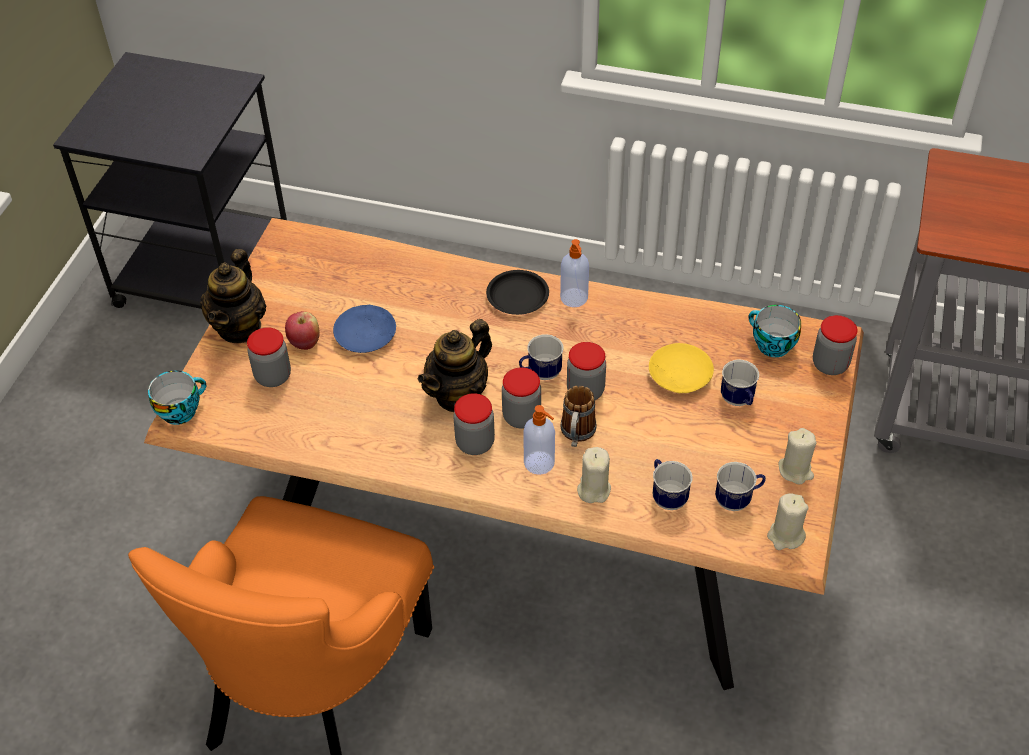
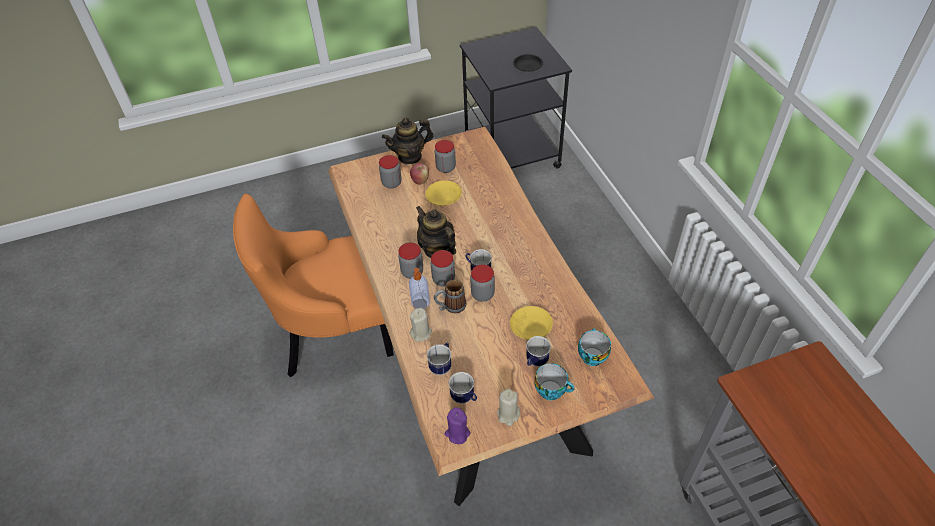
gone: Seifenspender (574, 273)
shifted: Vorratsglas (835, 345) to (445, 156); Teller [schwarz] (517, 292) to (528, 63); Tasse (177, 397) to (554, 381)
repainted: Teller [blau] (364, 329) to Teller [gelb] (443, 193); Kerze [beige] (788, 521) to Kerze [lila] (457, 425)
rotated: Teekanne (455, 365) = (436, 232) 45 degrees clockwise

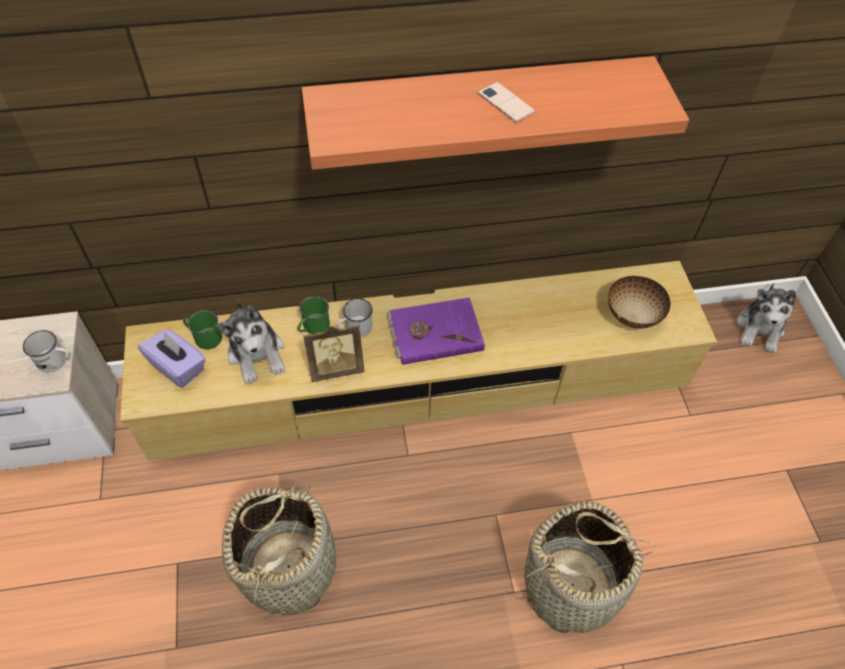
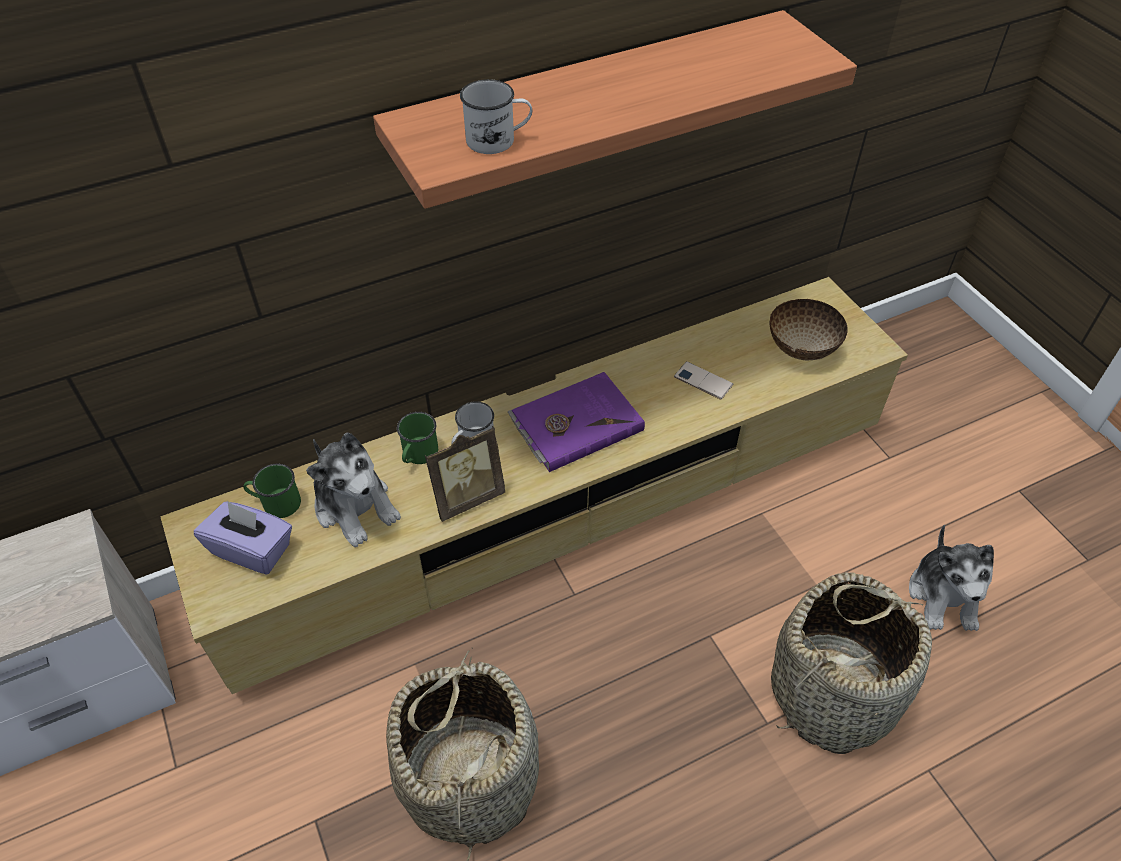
shifted: Henkelbecher [weiß] (47, 351) to (496, 116); Handy (506, 102) to (703, 381); Plüschtier (766, 318) to (951, 578)

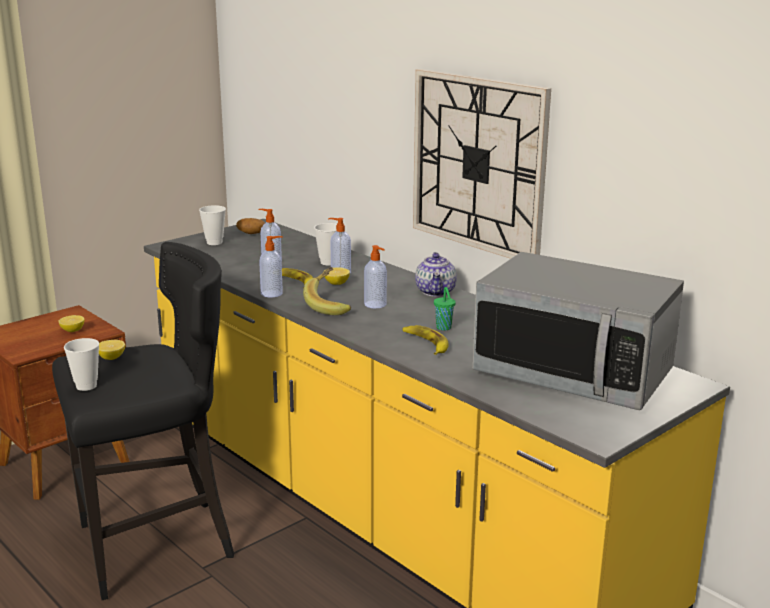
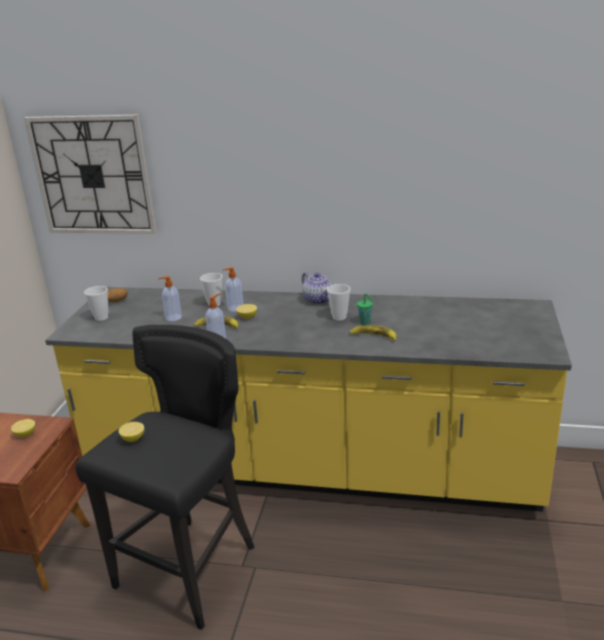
gone: Banane (327, 291); Seifenspender (375, 276); Mikrowelle (578, 331)
shifted: Wanduhr (482, 164) to (90, 174); Tasse (81, 364) to (338, 302)

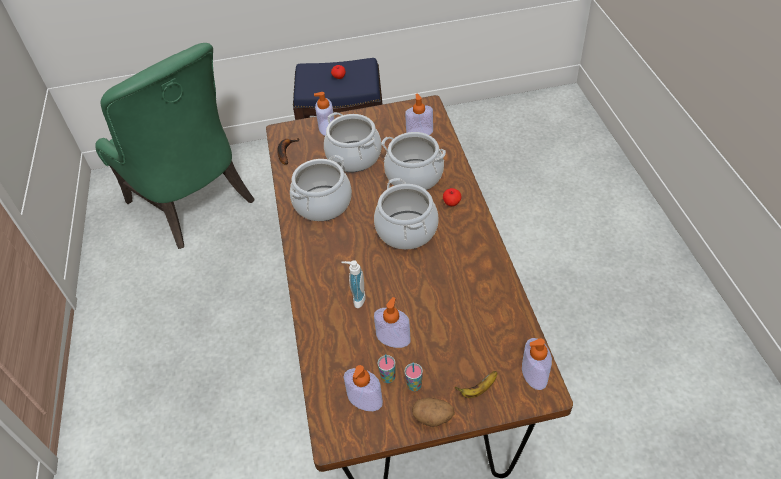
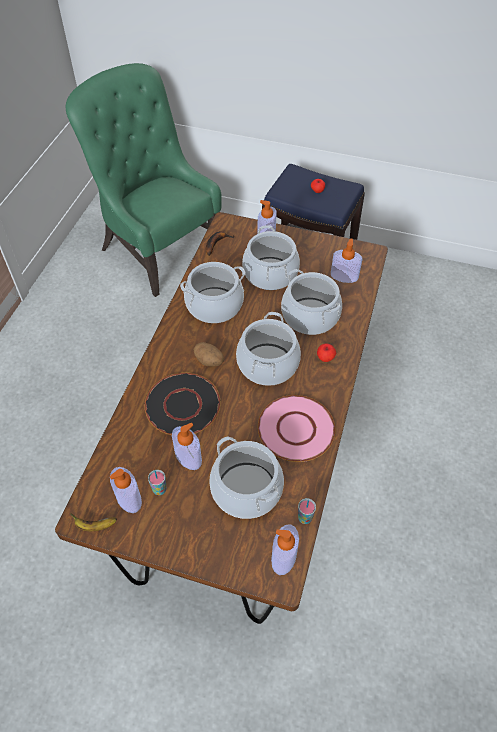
new: Kochtopf (246, 477); Teller [rosa] (296, 428)
shifted: Banane (476, 384) to (93, 522); Kartoffel (433, 412) to (208, 354); Tasse (413, 377) to (307, 511)
swapped: Seifenspender (353, 284) to Teller [schwarz] (183, 404)
rotated: Stuhl [grün] (175, 146) = (144, 180) 150 degrees clockwise

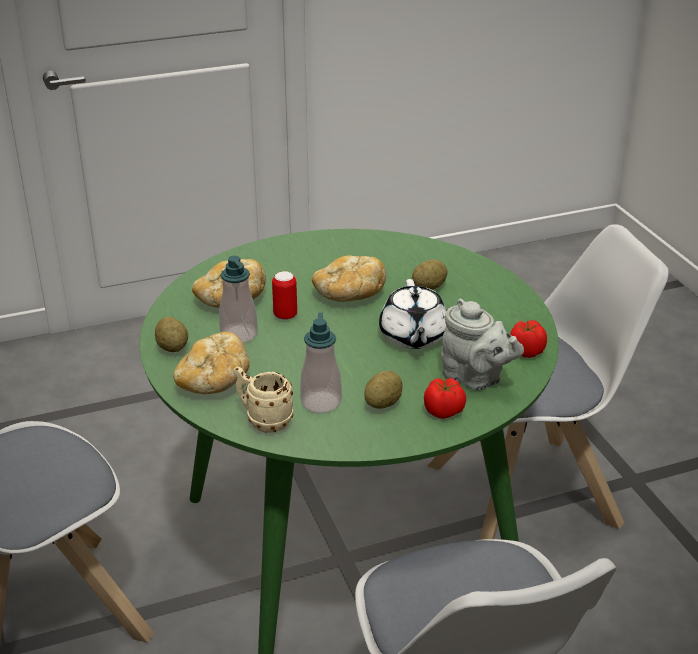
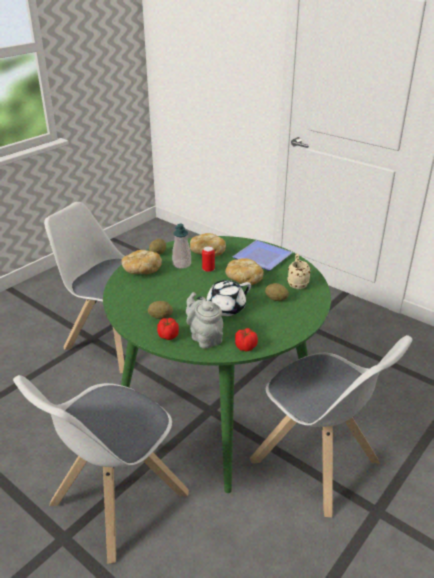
gone: Seifenspender (321, 362)
new: Teller (262, 255)
shifted: Henkelbecher [beige] (263, 400) to (299, 271)
rotated: Teekanne [grau] (482, 344) = (204, 320) 135 degrees clockwise

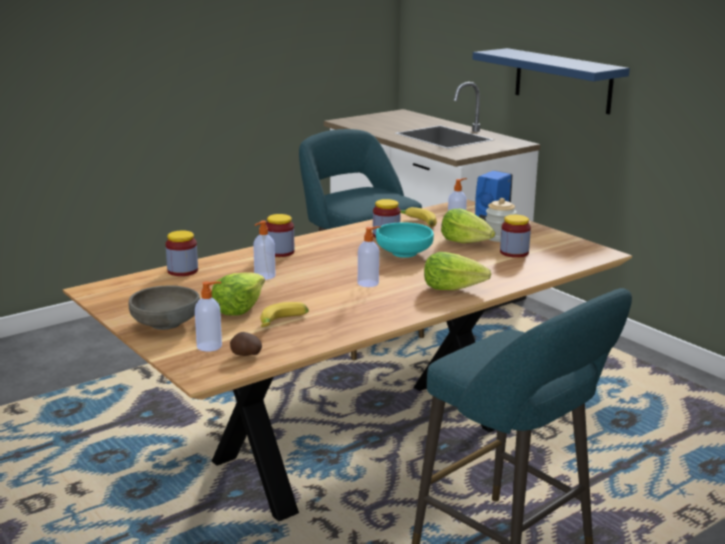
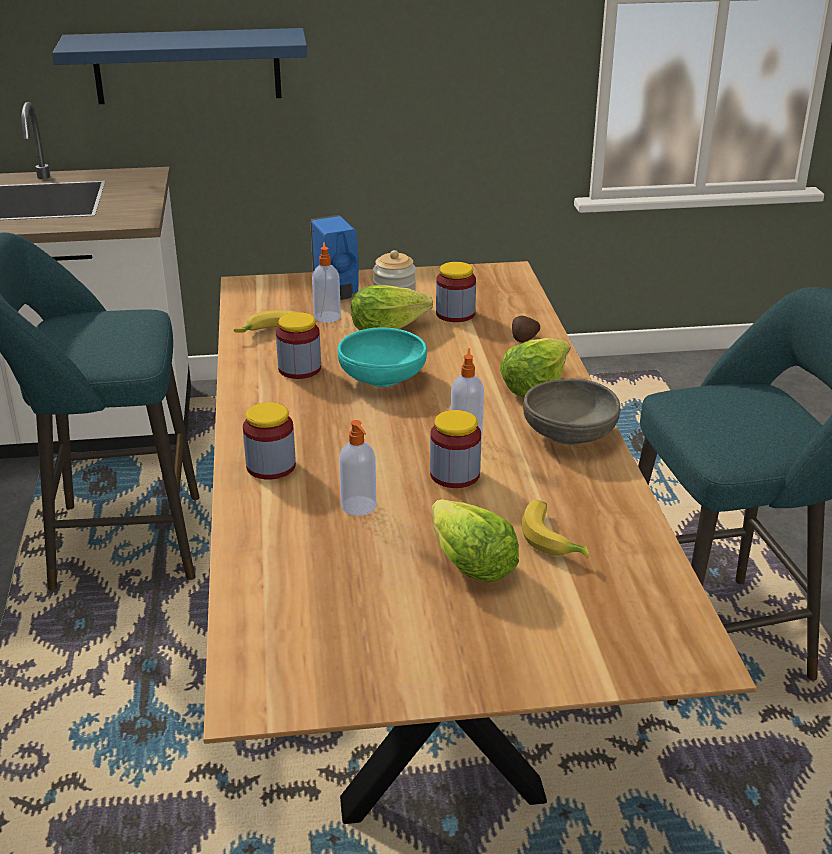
gone: Seifenspender (208, 316)
shifted: Vorratsglas (182, 253) to (455, 449); Kartoffel (246, 344) to (526, 329); Schüssel [grau] (164, 308) to (571, 412)

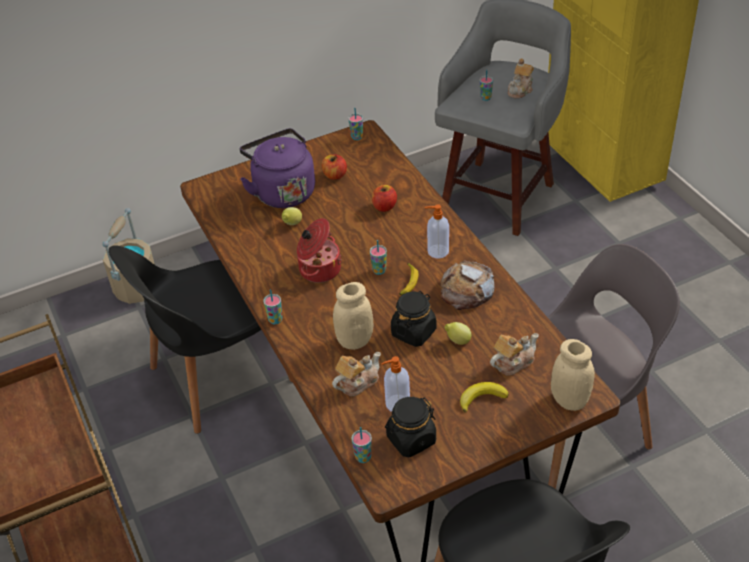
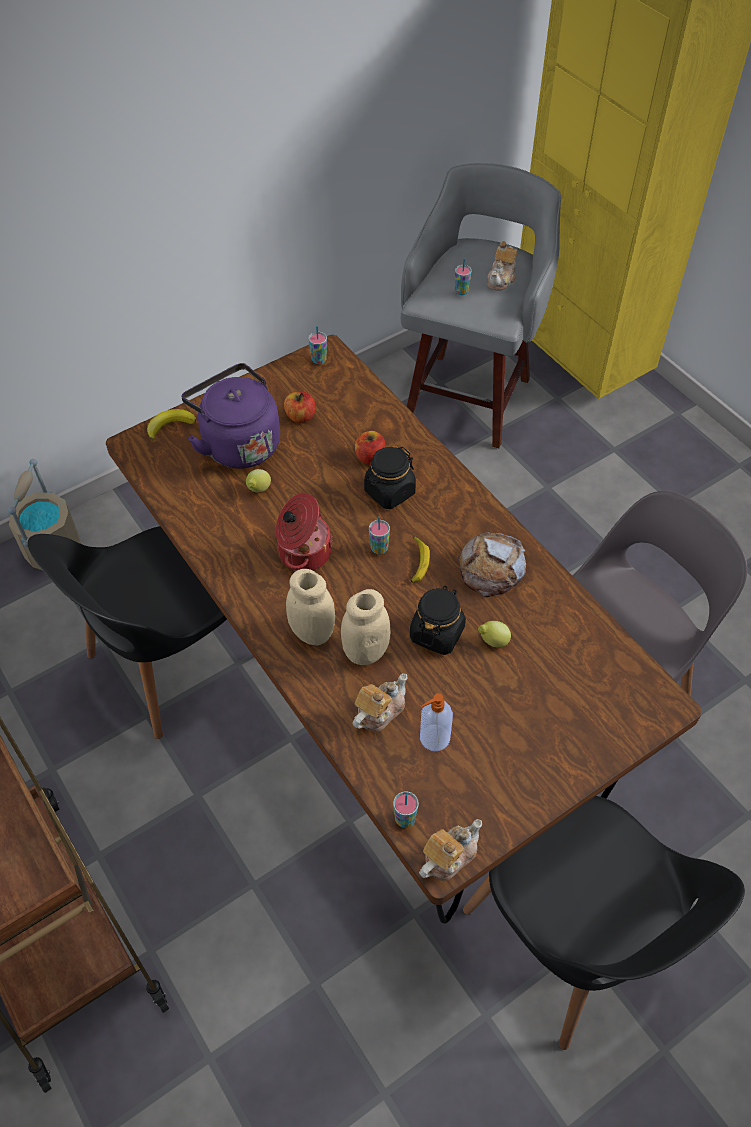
gone: Tasse (272, 306); Seifenspender (437, 231)
shifted: Banane (484, 397) to (171, 425); Vorratsglas [beige] (573, 375) to (310, 607); Vorratsglas [schwarz] (410, 427) to (390, 478); Teekanne (514, 354) to (450, 850)

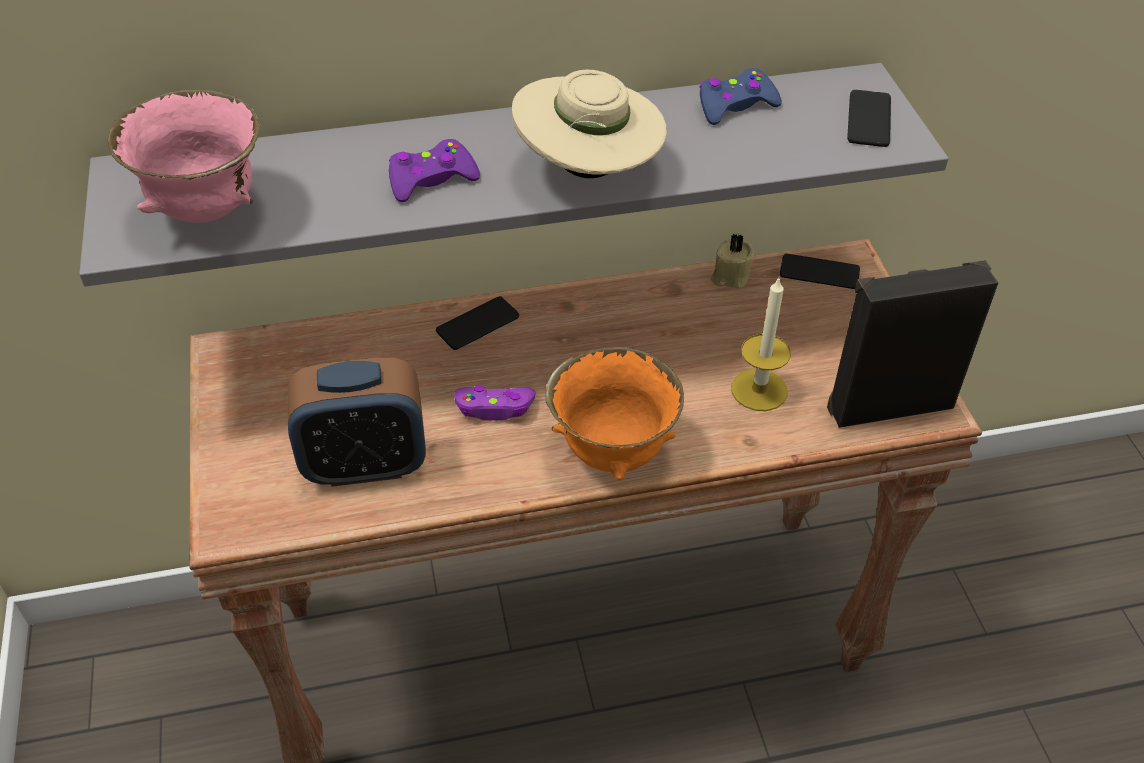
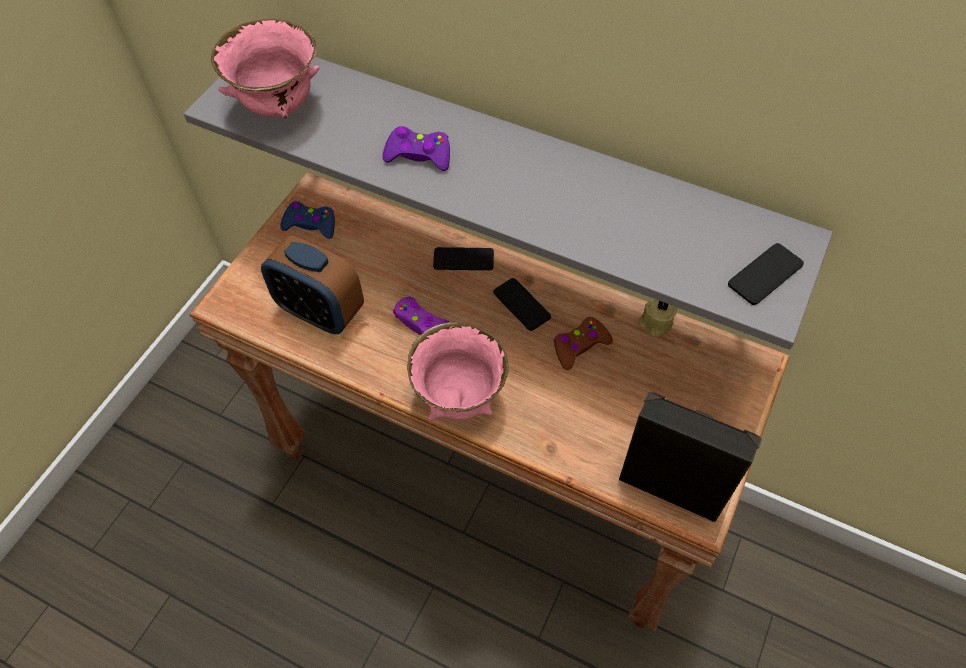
gone: Hut [beige] (589, 124); Kerze (761, 343)
new: Gamepad [braun] (583, 343)
shifted: Gamepad [blau] (740, 96) to (307, 220); Handy (820, 271) to (522, 304)
repainted: Schüssel [orange] (614, 413) to Schüssel [rosa] (458, 371)

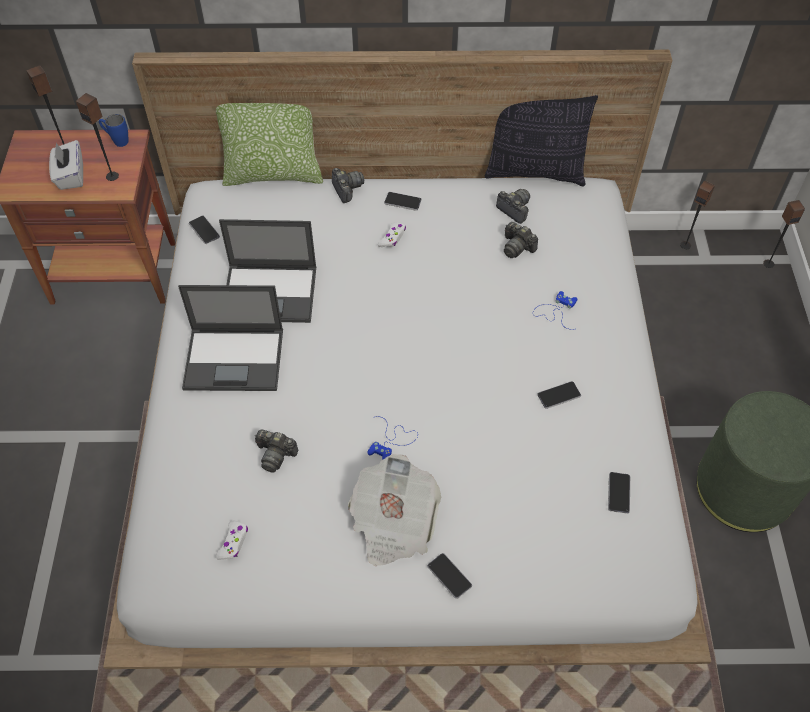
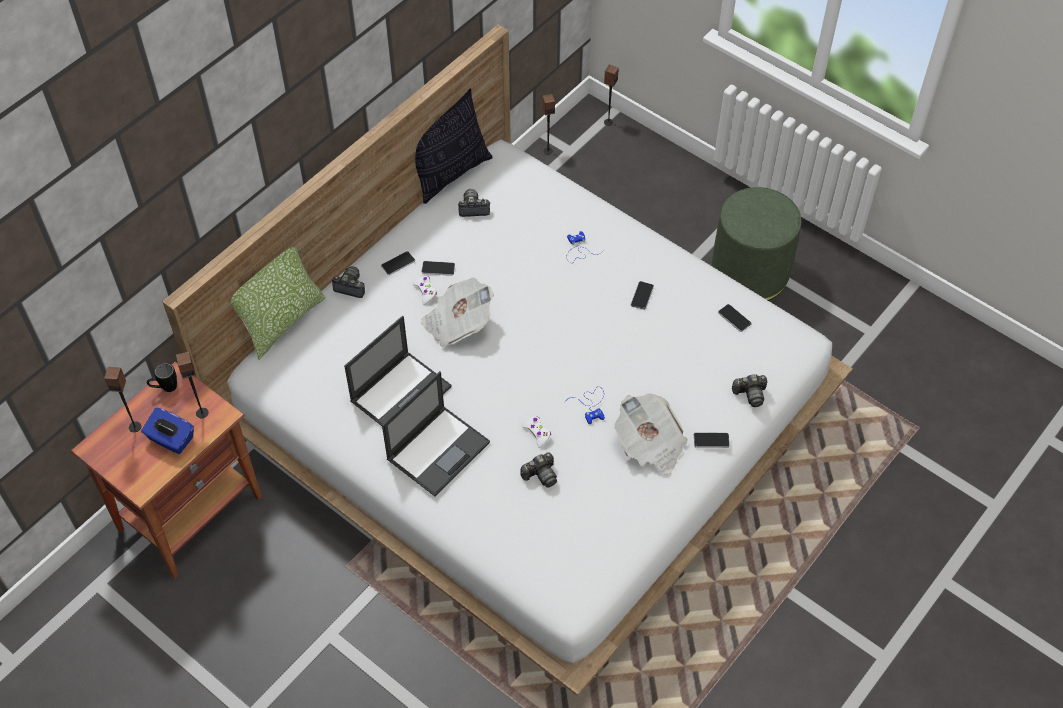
new: Zeitung (457, 312)
shifted: Handy (204, 230) to (438, 268); Gamepad [weiß] (231, 540) to (536, 432); Kamera (521, 240) to (749, 390)
repainted: Taschentuchbox [weiß] (66, 165) to Taschentuchbox [blau] (167, 431); Henkelbecher [blau] (113, 130) to Henkelbecher [schwarz] (162, 377)

